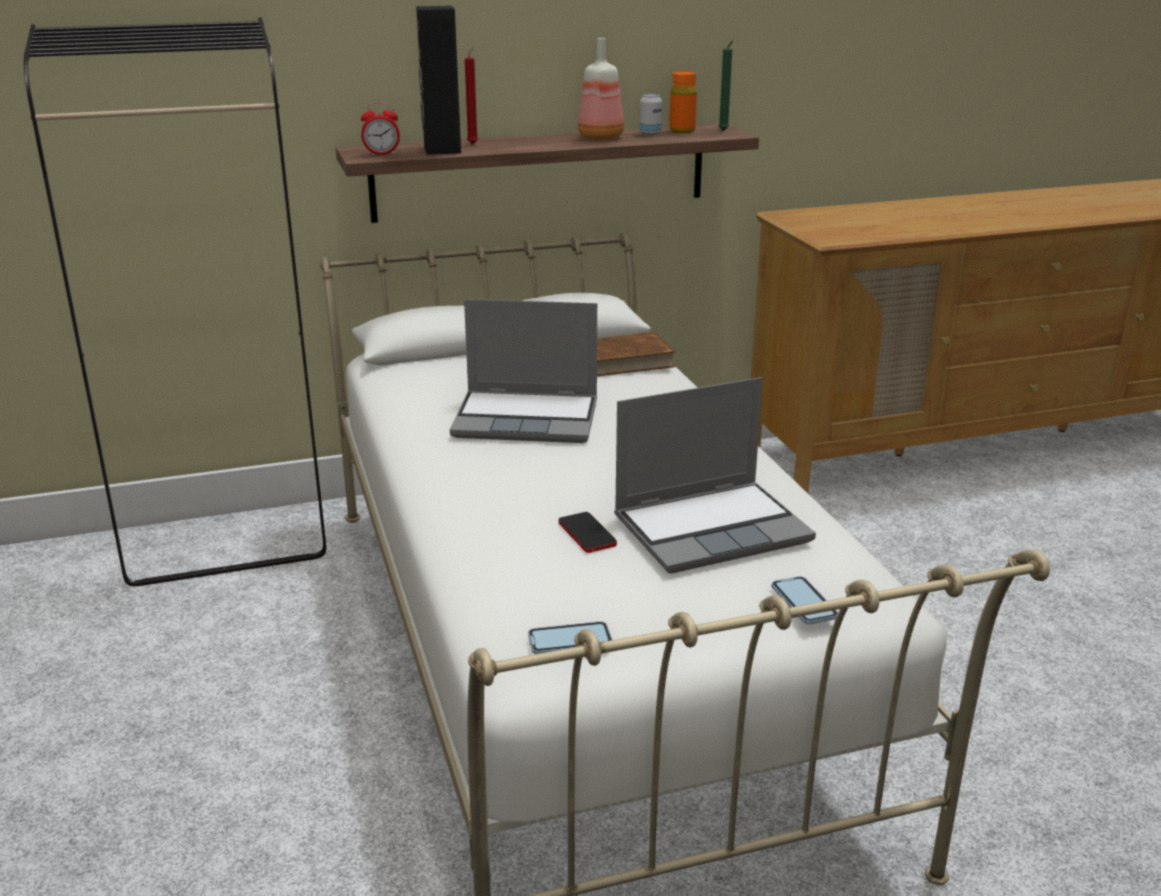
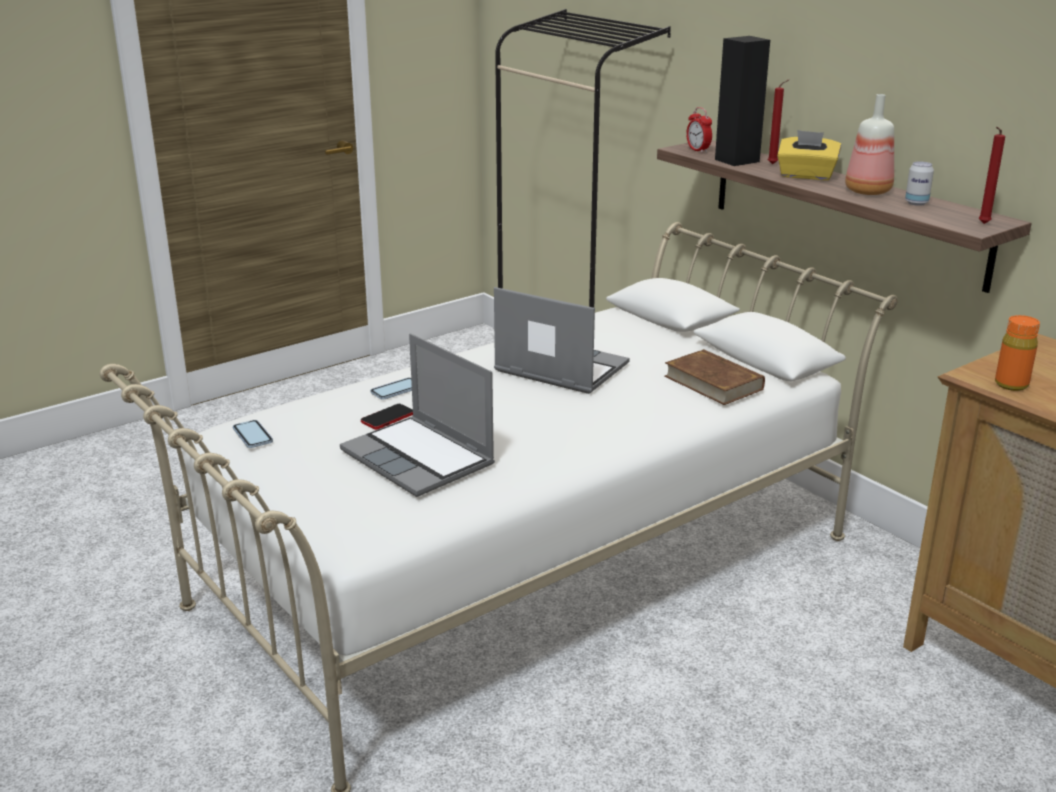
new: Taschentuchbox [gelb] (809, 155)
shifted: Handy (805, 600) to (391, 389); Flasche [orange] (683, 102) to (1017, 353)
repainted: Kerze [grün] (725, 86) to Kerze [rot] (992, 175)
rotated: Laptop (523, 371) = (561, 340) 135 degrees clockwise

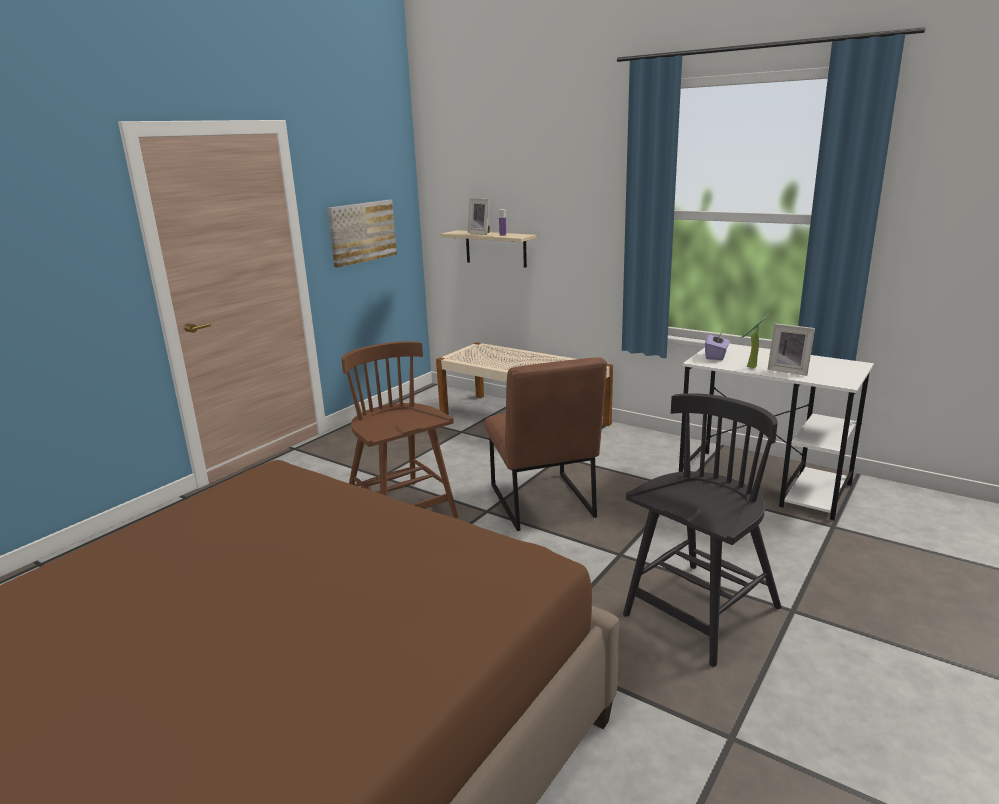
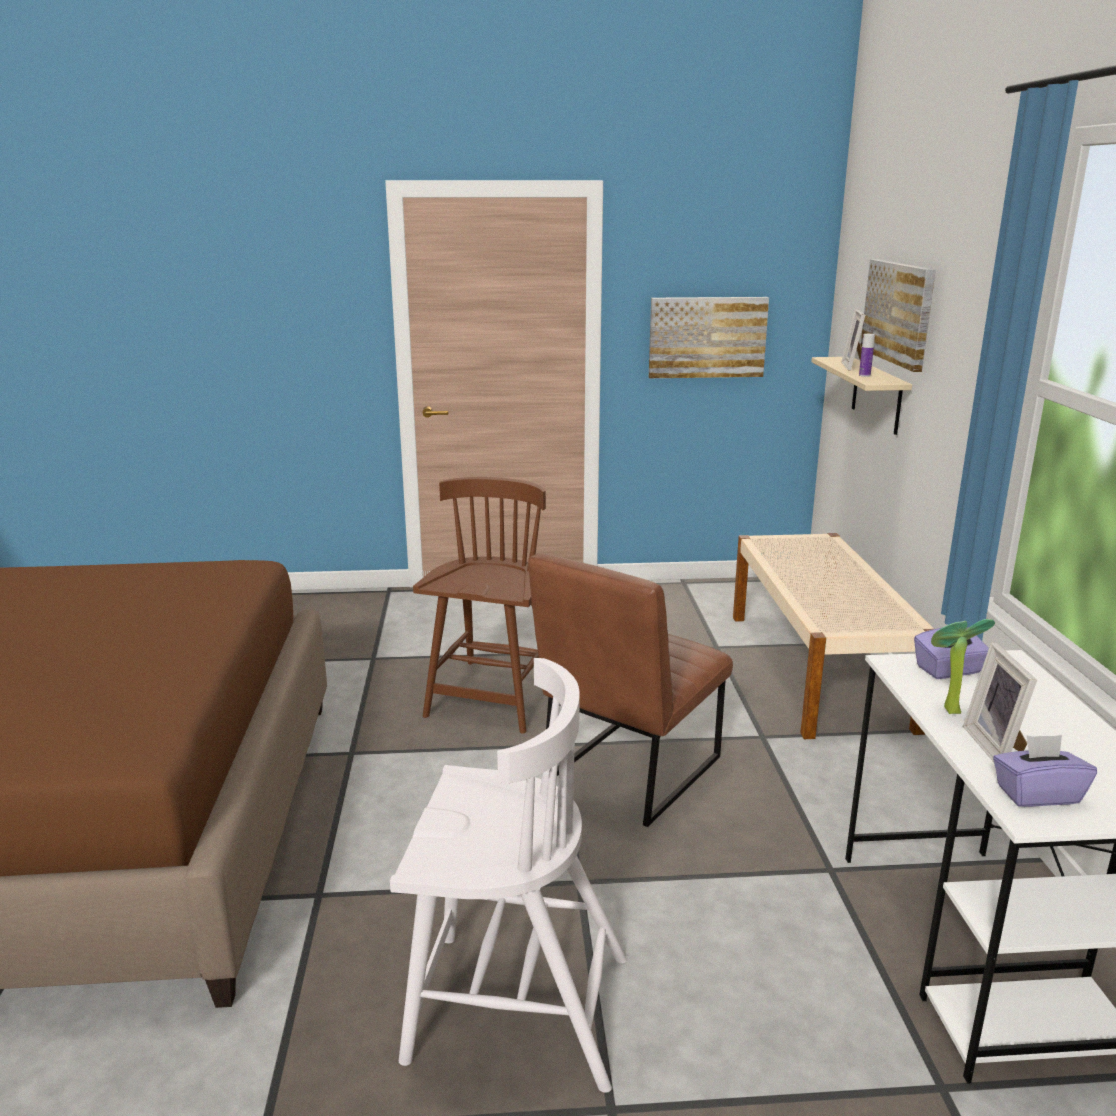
new: Bild (898, 315); Taschentuchbox [lila] (1045, 771)
repainted: Stuhl [schwarz] (702, 530) to Stuhl [weiß] (508, 875)

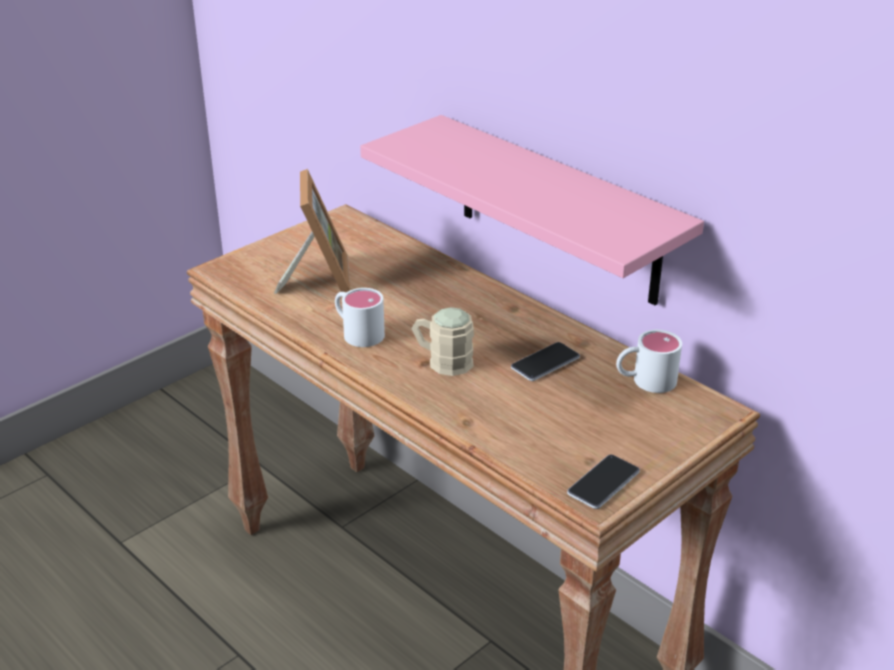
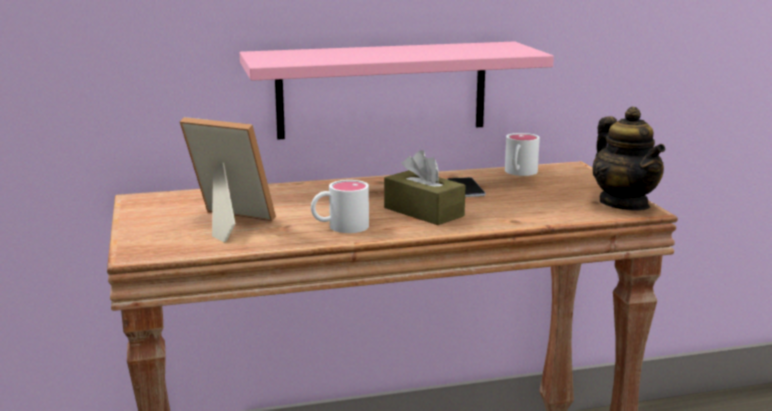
swapped: Henkelbecher [beige] (442, 341) to Taschentuchbox [braun] (425, 187); Handy (603, 482) to Teekanne (628, 159)

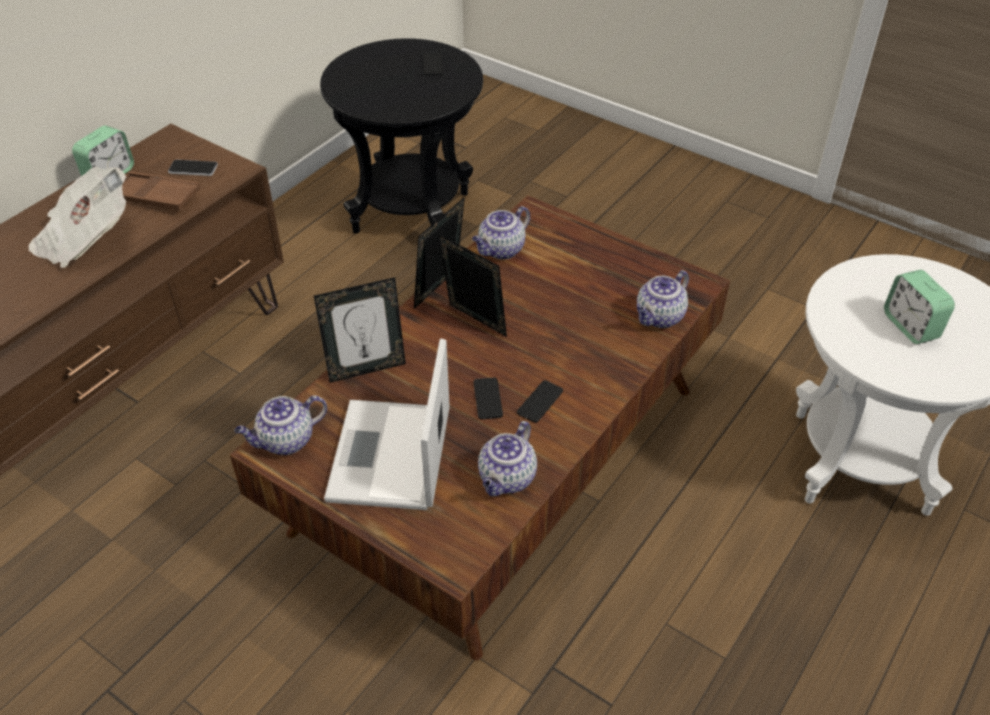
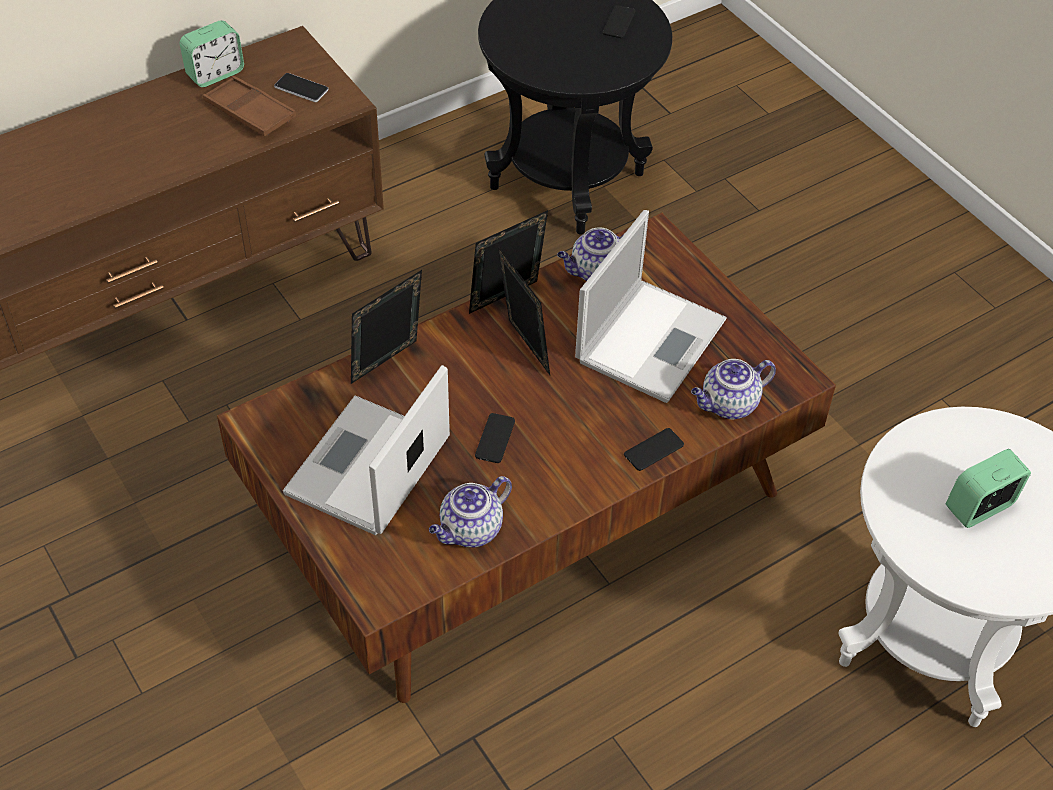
gone: Zeitung (77, 217); Teekanne (281, 425)
new: Laptop (651, 306)
shifted: Handy (540, 401) to (654, 449)
rotated: Bilderrahmen (360, 330) = (386, 327) 135 degrees clockwise; Wecker (919, 307) = (988, 488) 60 degrees clockwise

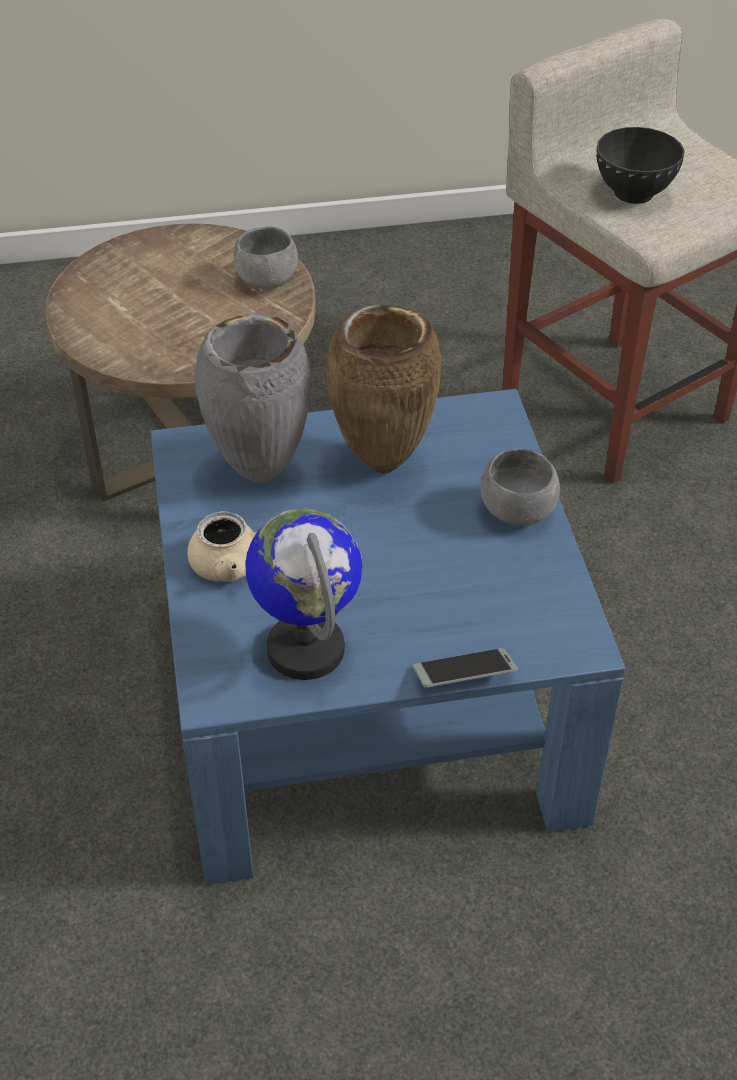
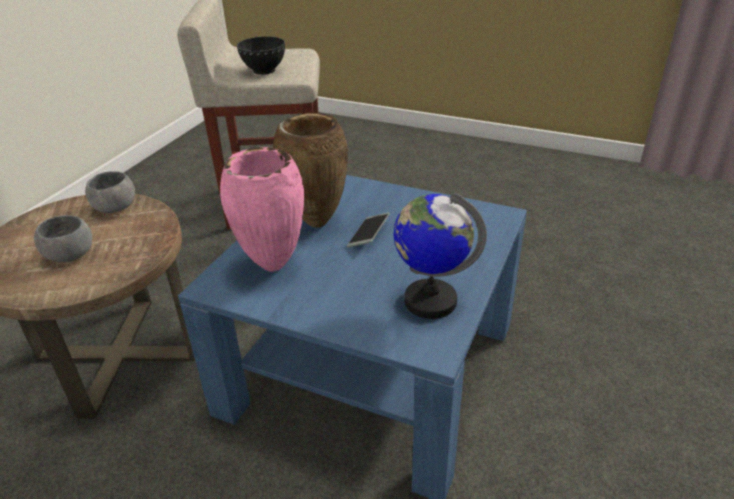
gone: Teekanne [beige] (236, 546)
shifted: Schüssel [grau] (520, 487) to (63, 238); Handy (465, 668) to (368, 230)
repainted: Vase [grau] (253, 397) to Vase [rosa] (262, 209)

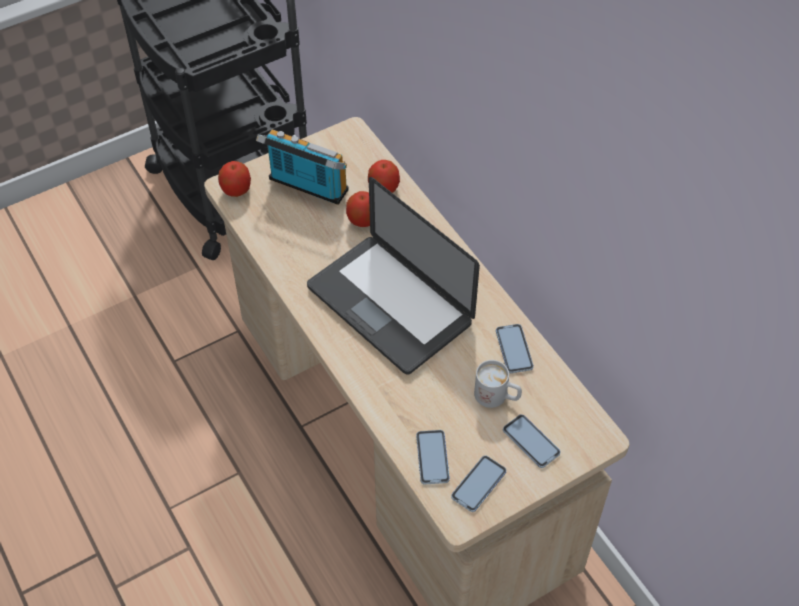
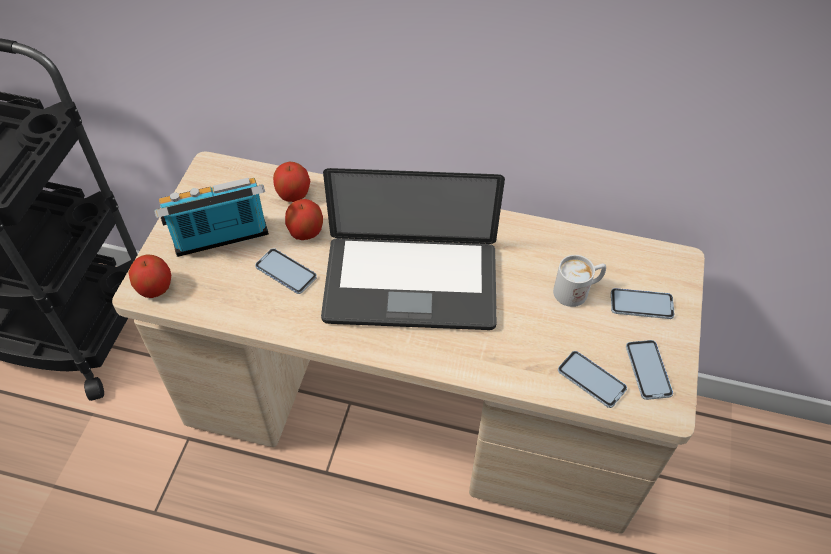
shifted: Handy (515, 348) to (286, 271)

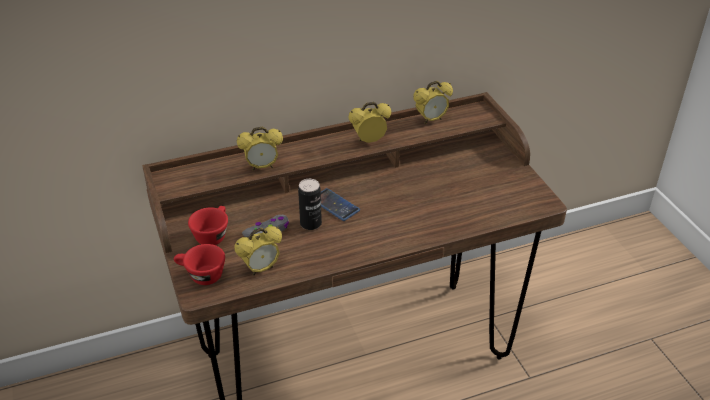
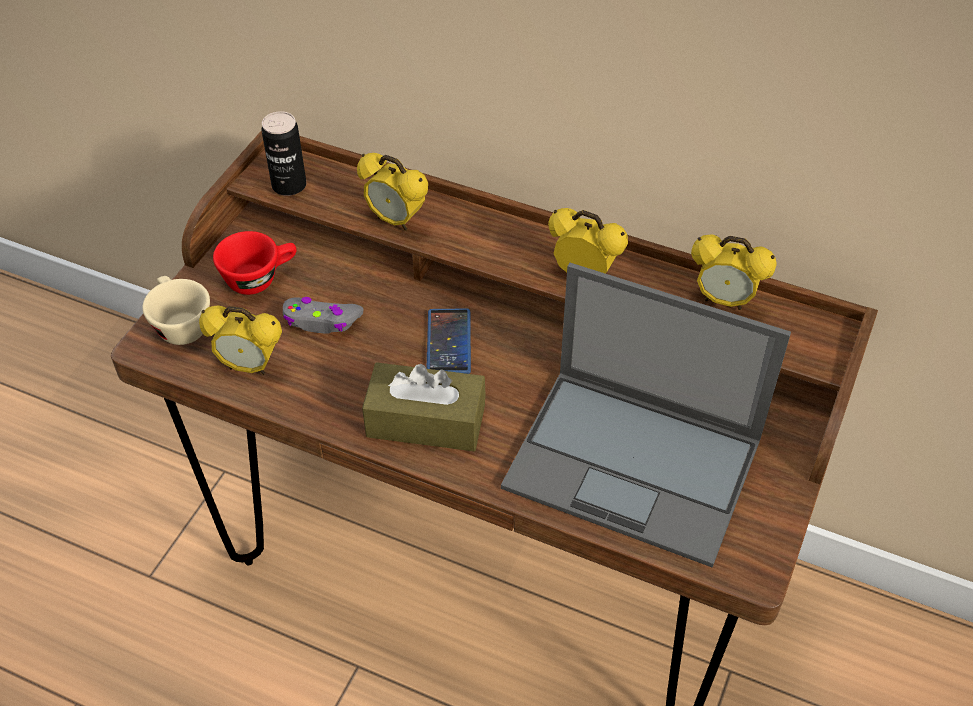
new: Taschentuchbox [braun] (424, 406); Laptop (646, 415)
shifted: Dose (310, 204) to (283, 153)
repainted: Tasse [rot] (199, 264) to Tasse [beige] (176, 310)

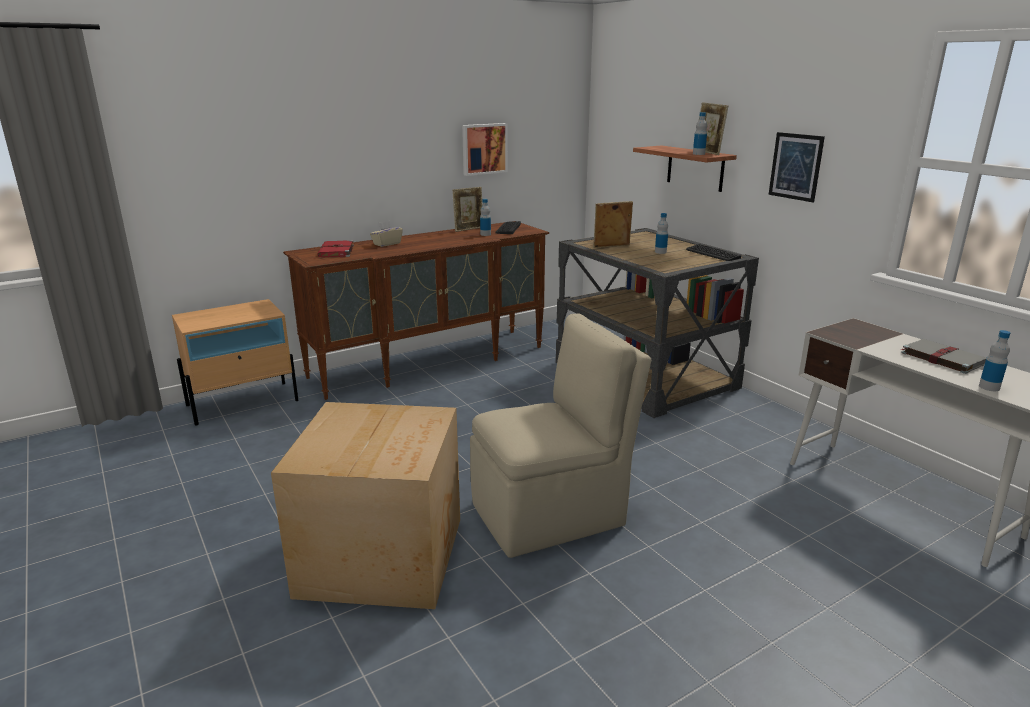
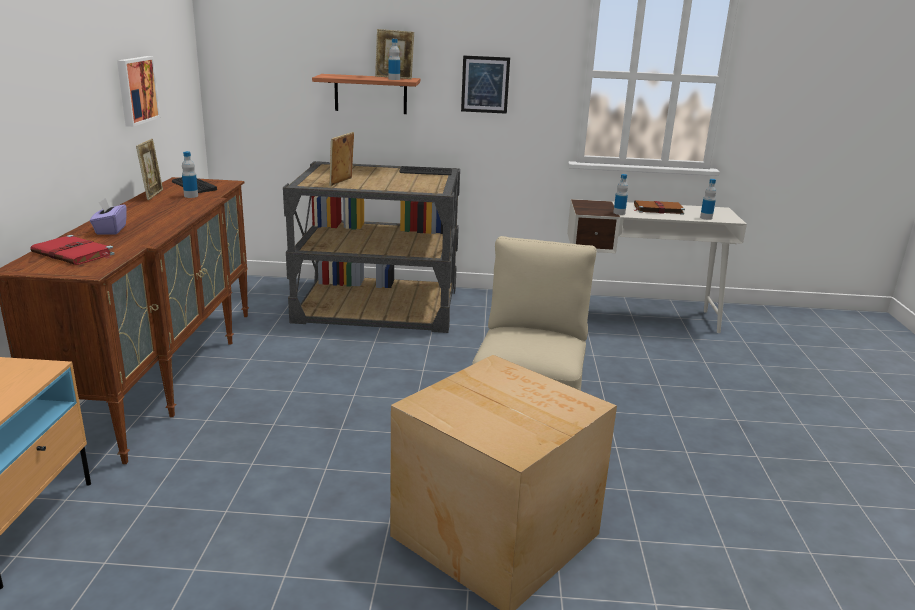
shifted: Flasche (661, 233) to (620, 194)
repainted: Taschentuchbox [beige] (386, 234) to Taschentuchbox [lila] (108, 216); Buch [grau] (943, 356) to Buch [braun] (659, 207)

